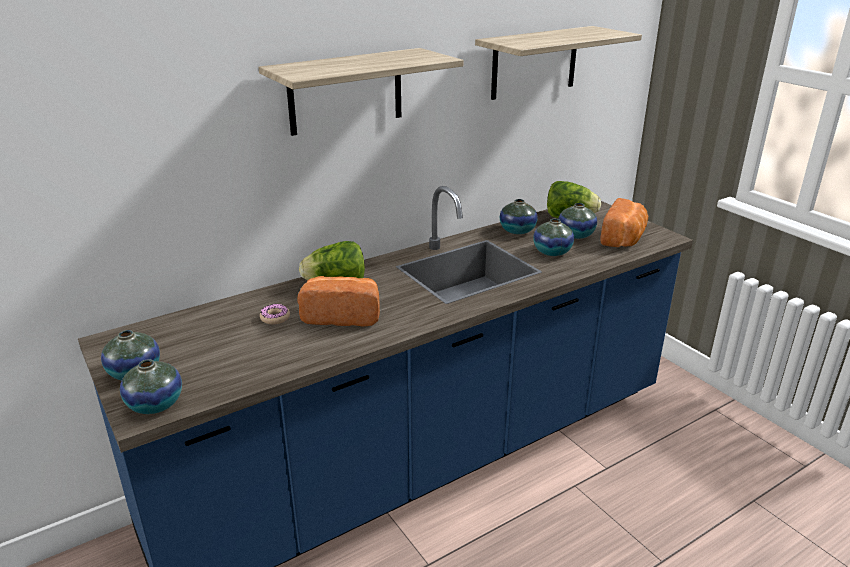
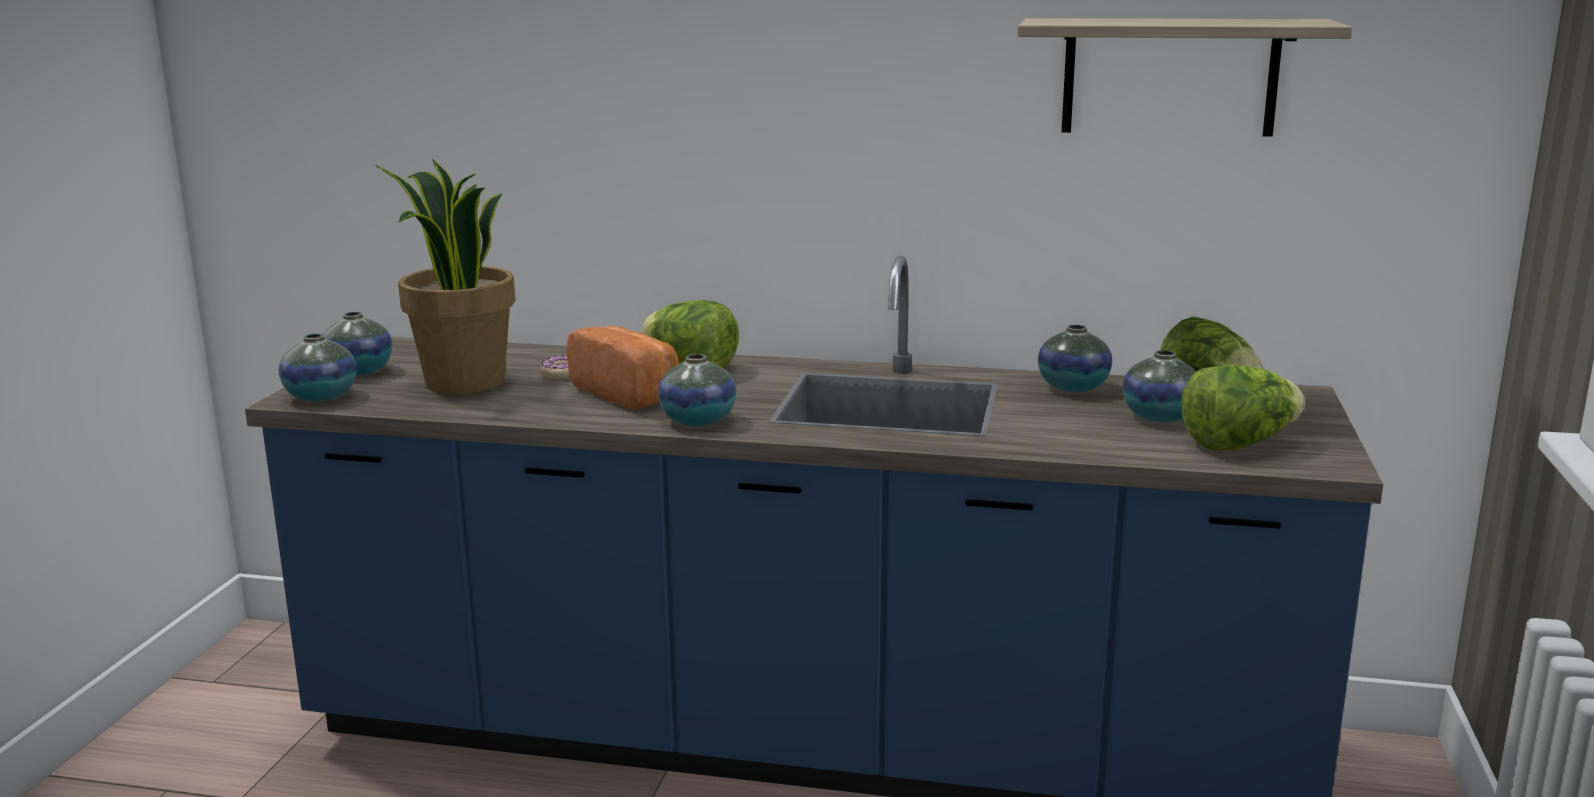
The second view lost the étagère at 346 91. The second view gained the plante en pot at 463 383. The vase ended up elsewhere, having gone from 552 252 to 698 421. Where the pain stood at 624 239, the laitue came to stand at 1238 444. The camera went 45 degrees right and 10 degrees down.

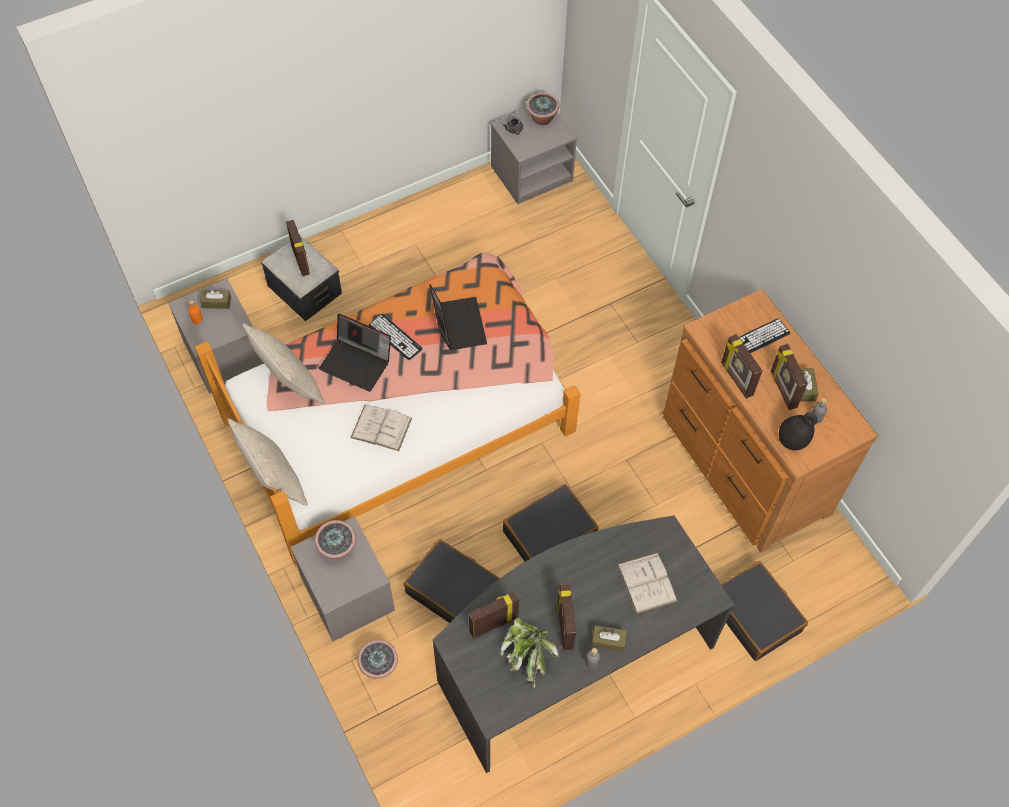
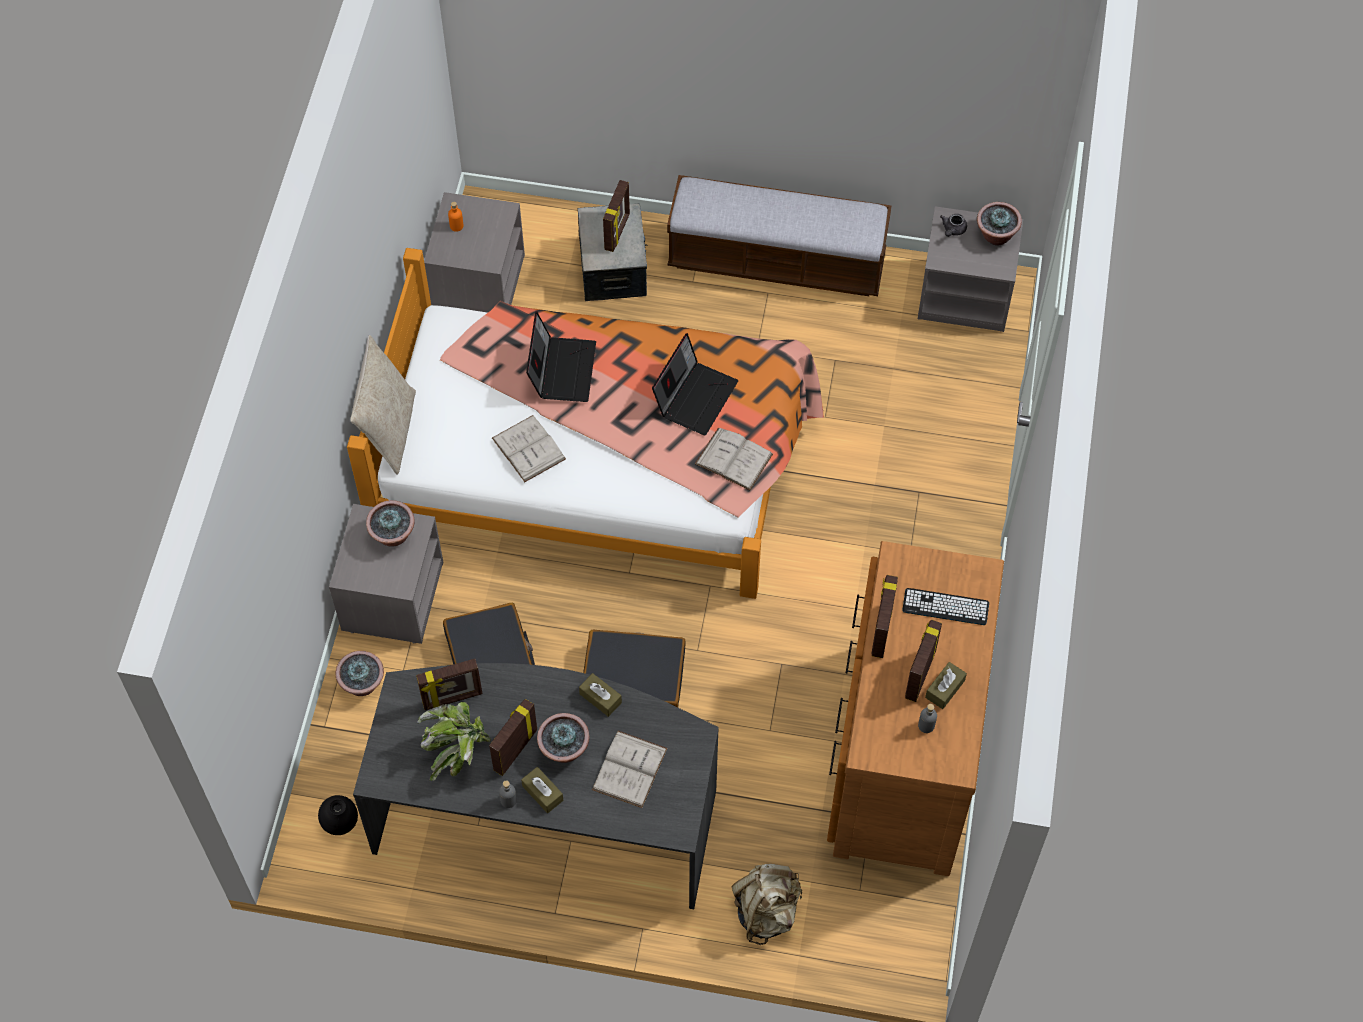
The second view lost the coussin (beige) at 289 384. The second view lost the clavier at 395 337. The second view gained the plante en pot at 564 750. The second view gained the banc at 777 261. The second view gained the livre (blanc) at 734 459. The boîte à mouchoirs (marron) ended up elsewhere, having gone from 216 302 to 600 698. The vase (noir) ended up elsewhere, having gone from 792 441 to 340 823. Where the valise (noir) stood at 755 615, the sac à dos (beige) came to stand at 766 911. The ordinateur portable at 357 363 ended up facing another way, 150 degrees counterclockwise from before. The cadre photo at 493 623 ended up facing another way, 150 degrees clockwise from before. The camera went 40 degrees right and 0 degrees up.

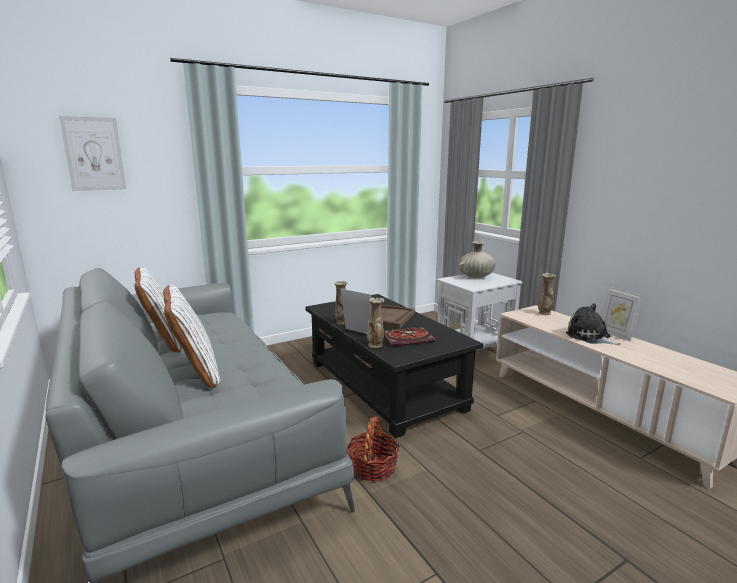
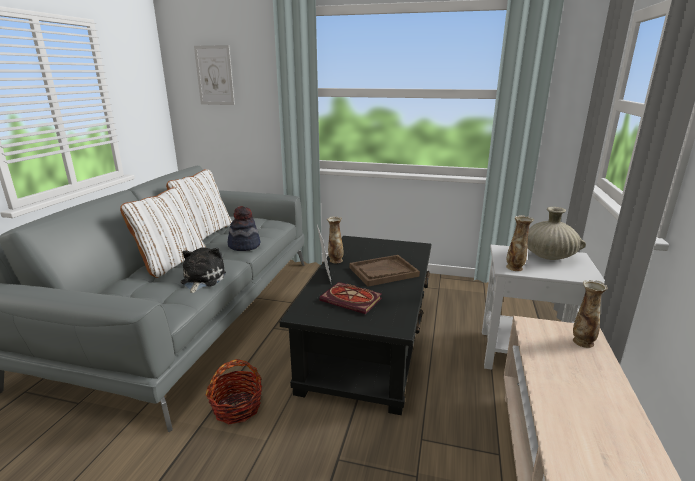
The second view lost the cadre photo at 615 334. The second view gained the chapeau at 244 245. The vase ended up elsewhere, having gone from 375 345 to 515 268. The peluche ended up elsewhere, having gone from 590 337 to 202 280. The camera went 45 degrees right and 5 degrees up.

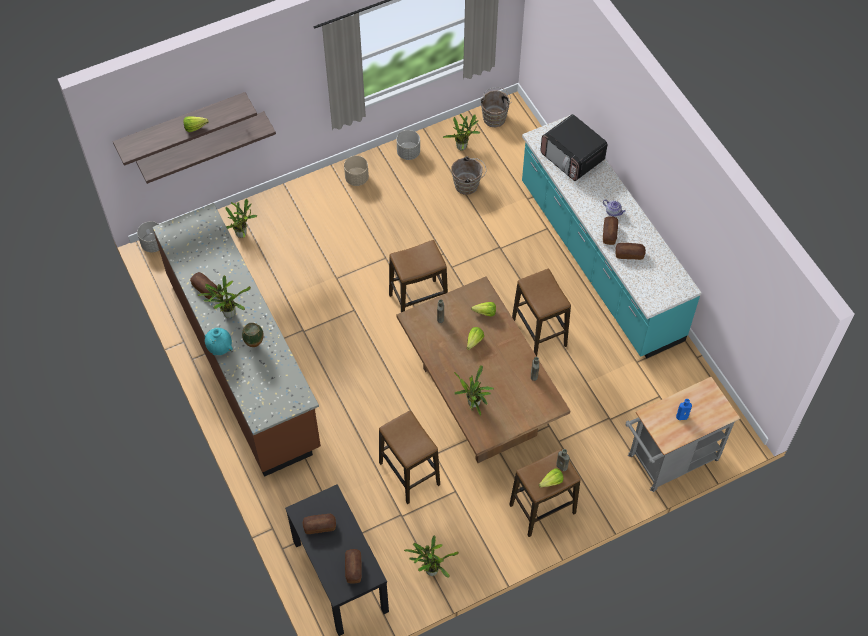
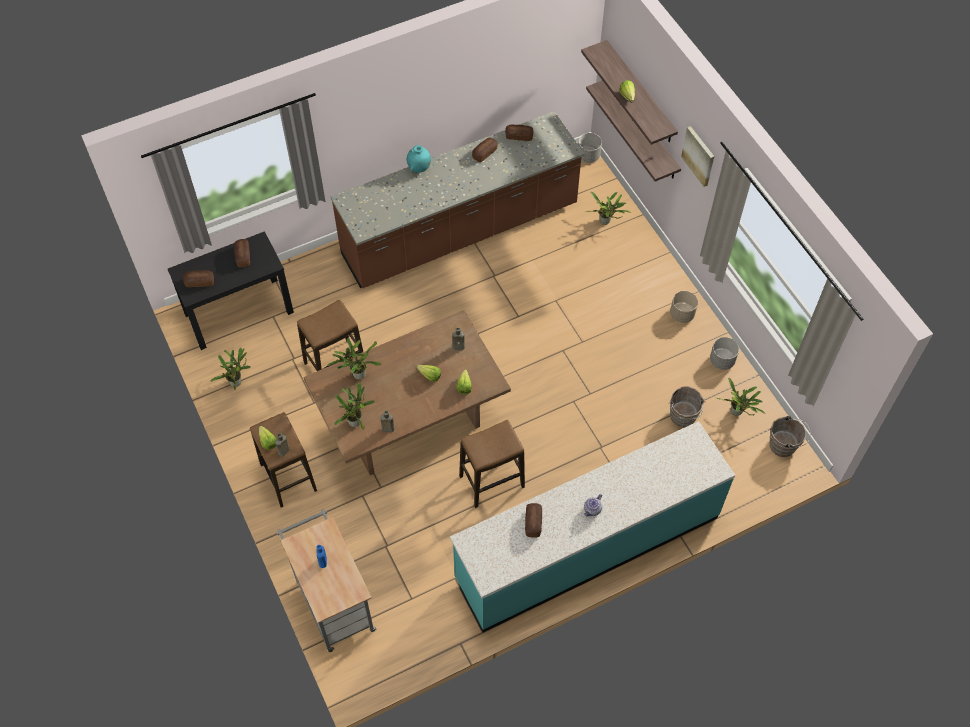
The second view lost the vase at 255 344. The second view lost the tabouret at 418 301. The second view lost the micro-ondes at 572 157. The second view gained the tableau at 699 156. The plante en pot ended up elsewhere, having gone from 228 312 to 356 421. The pain ended up elsewhere, having gone from 609 233 to 519 136. The camera went 90 degrees right and 0 degrees up.

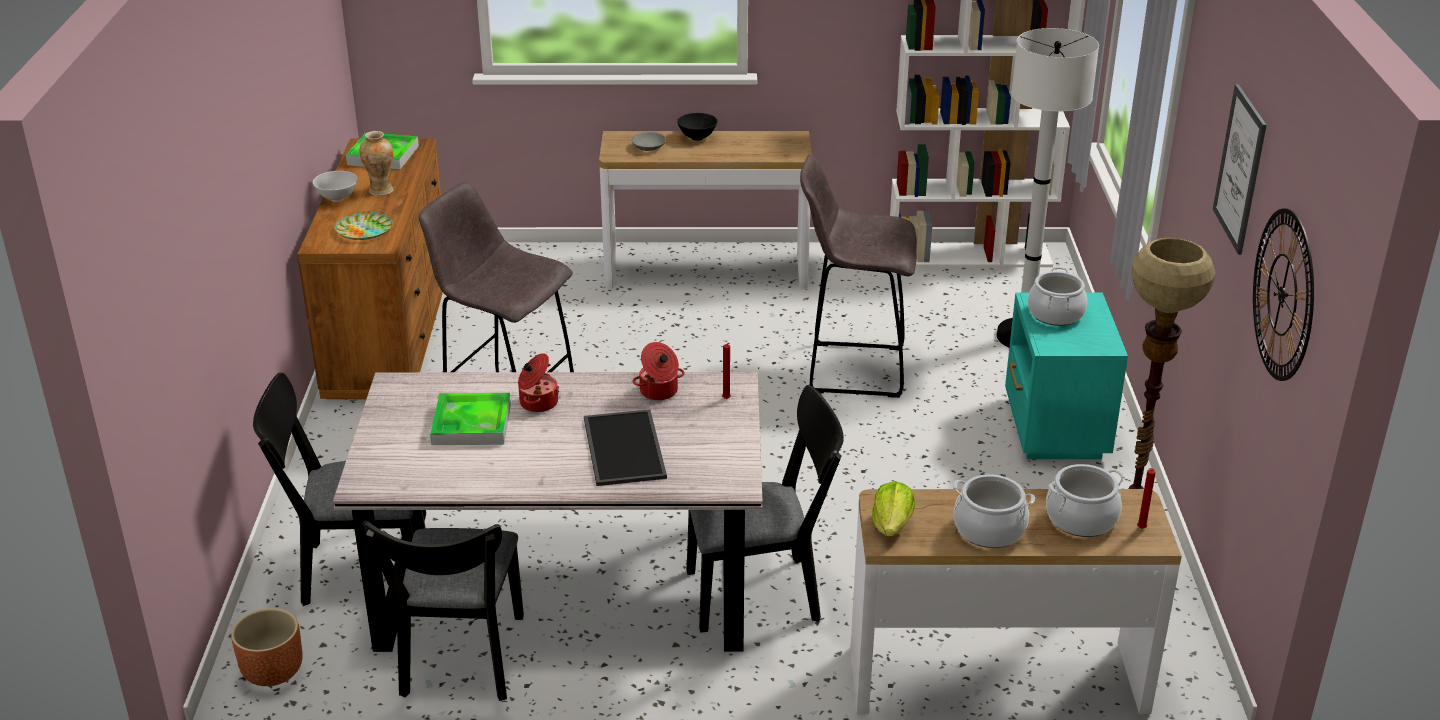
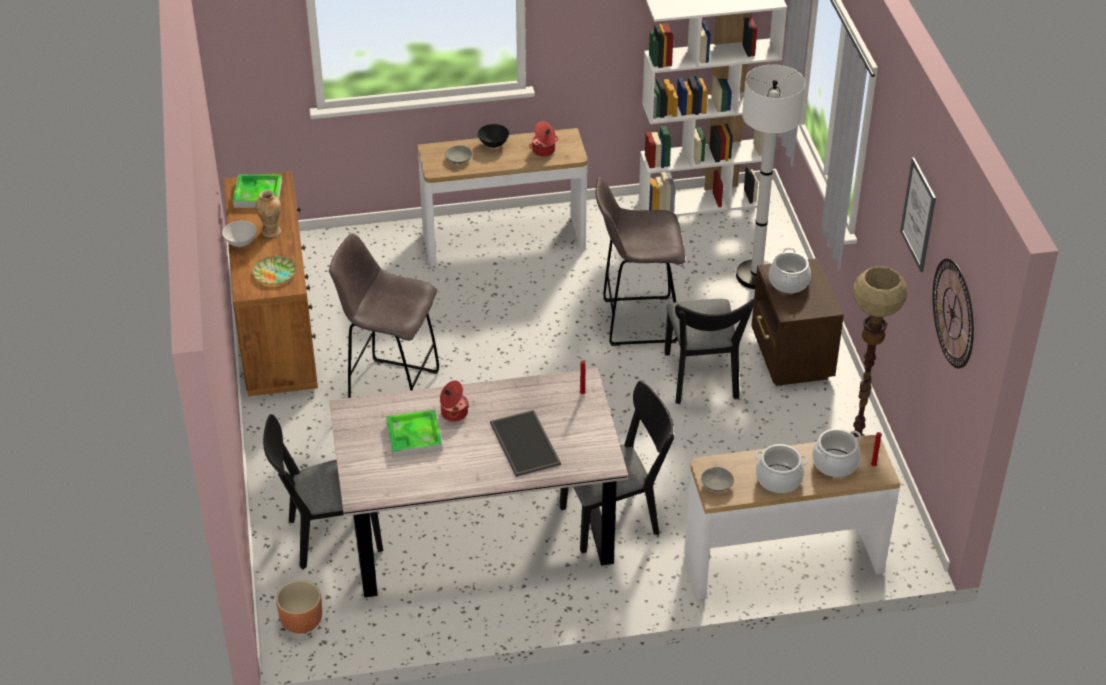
The chaise (noir) ended up elsewhere, having gone from 461 663 to 701 380. The marmite ended up elsewhere, having gone from 659 392 to 544 151. Where the laitue stood at 892 525, the bol (gris) came to stand at 717 484. What was the table de chevet (turquoise) at 1054 431 turned into the table de chevet (marron) at 790 359. The camera went 10 degrees left and 10 degrees up.

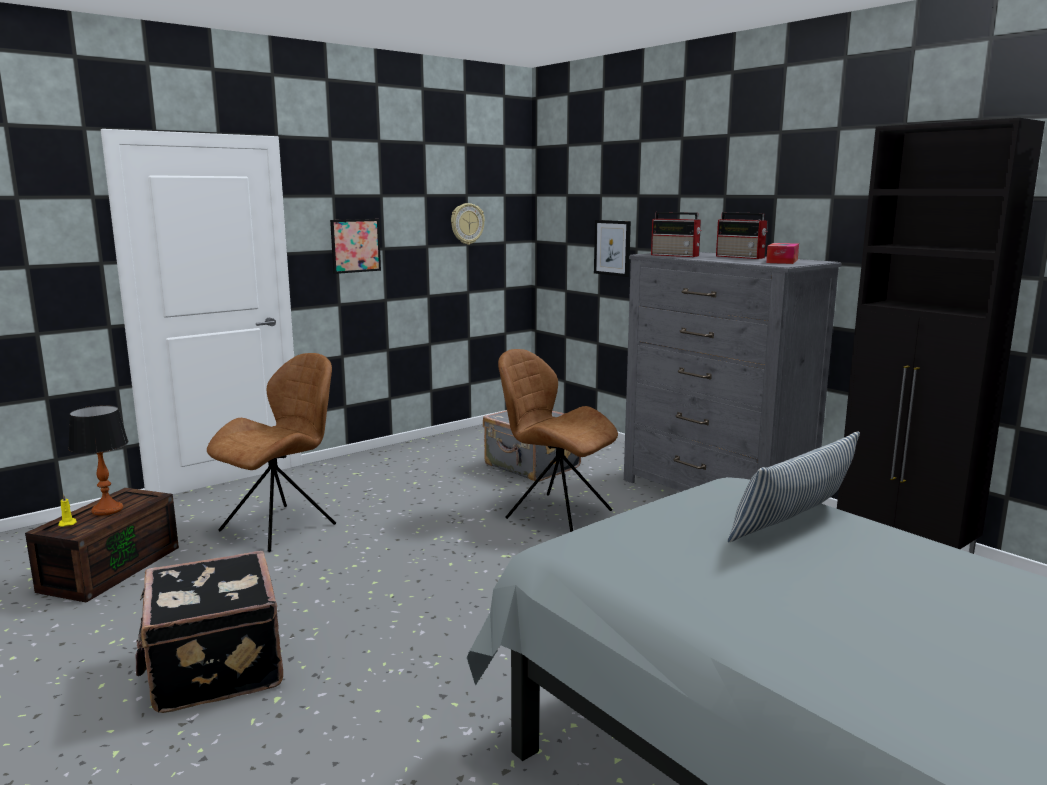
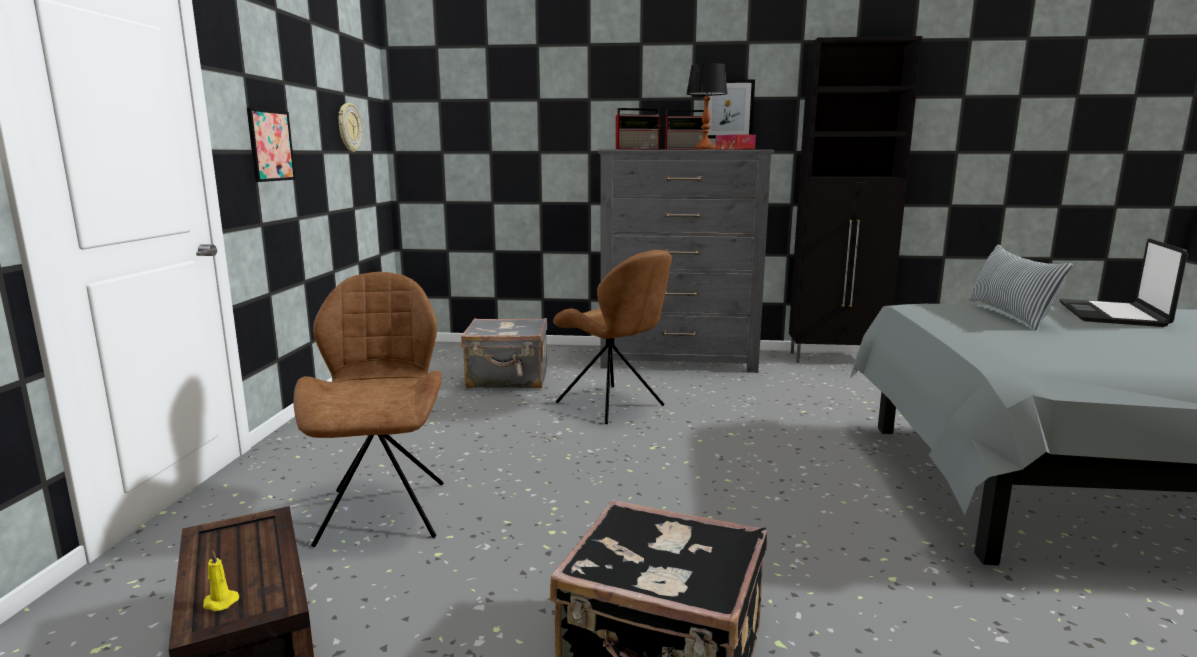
The second view gained the ordinateur portable at 1113 315. The lampe de table ended up elsewhere, having gone from 107 510 to 704 149. The tableau ended up elsewhere, having gone from 612 248 to 728 109. The chaise (marron) at 555 513 ended up facing another way, 120 degrees counterclockwise from before. The camera went 45 degrees left and 0 degrees up.

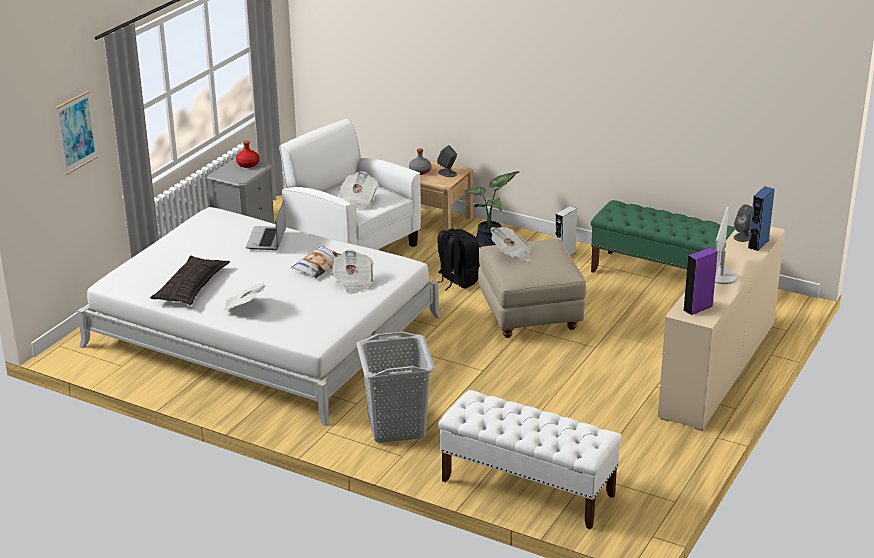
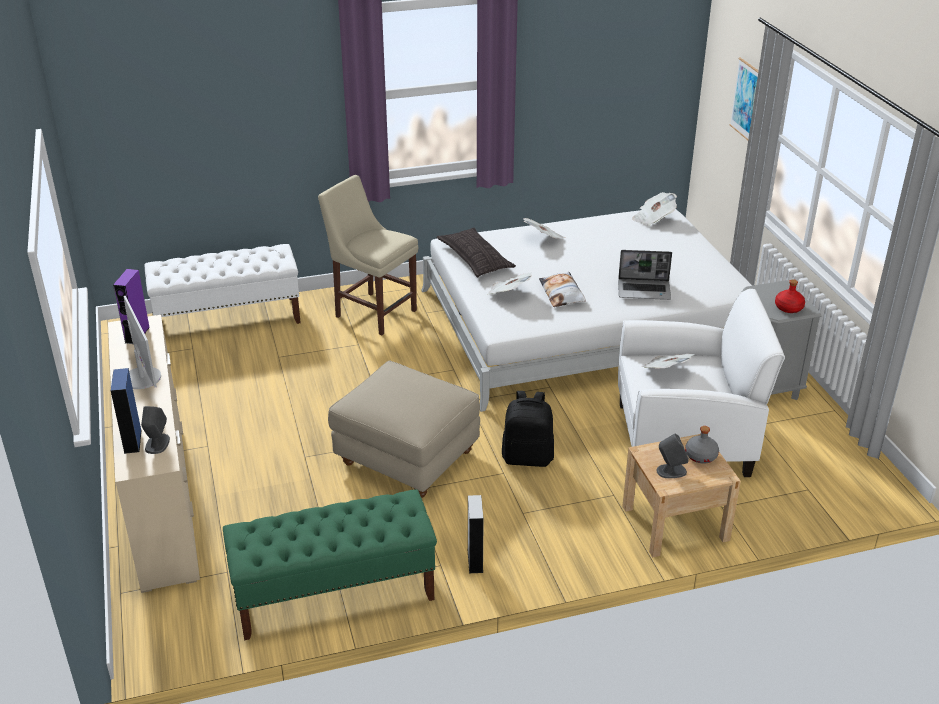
The second view lost the plante en pot at 491 245. The coussin ended up elsewhere, having gone from 191 286 to 475 258. The journal ended up elsewhere, having gone from 511 254 to 653 219. Where the panier à linge (gris) stood at 396 427, the chaise (beige) came to stand at 373 312. The ordinateur portable at 267 240 ended up facing another way, 135 degrees clockwise from before. The camera went 135 degrees right and 5 degrees up.

